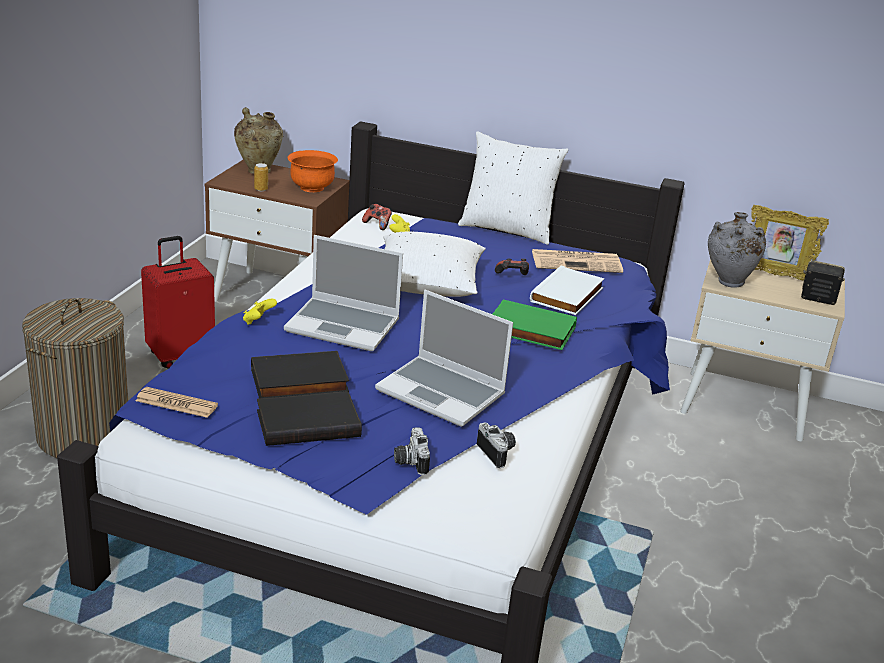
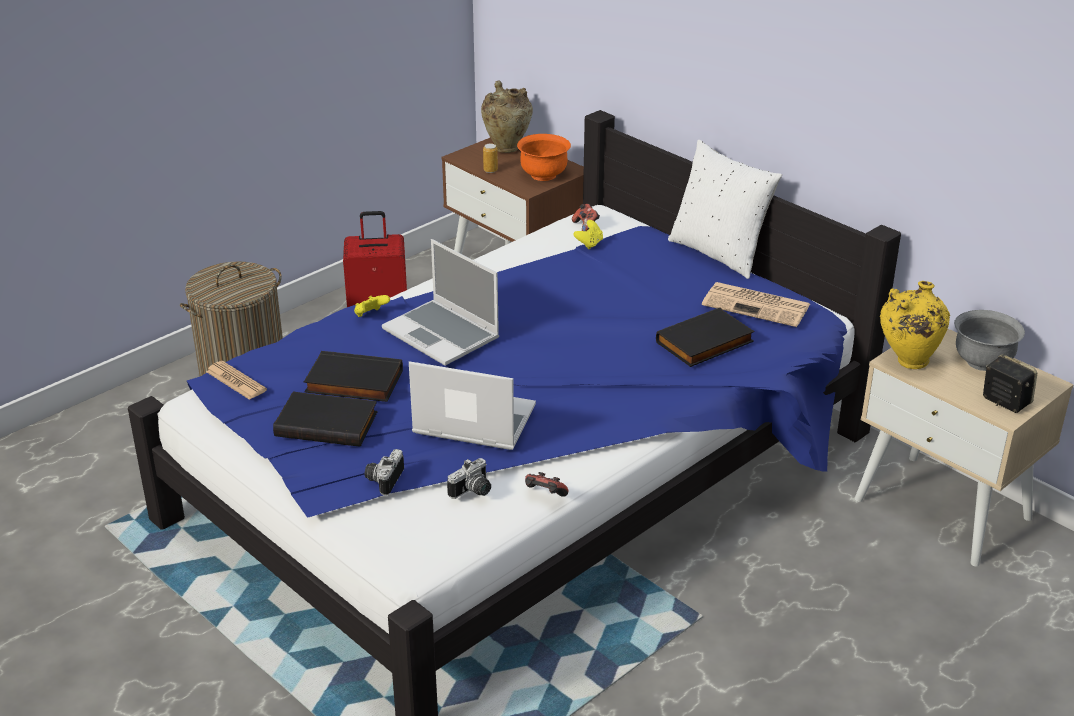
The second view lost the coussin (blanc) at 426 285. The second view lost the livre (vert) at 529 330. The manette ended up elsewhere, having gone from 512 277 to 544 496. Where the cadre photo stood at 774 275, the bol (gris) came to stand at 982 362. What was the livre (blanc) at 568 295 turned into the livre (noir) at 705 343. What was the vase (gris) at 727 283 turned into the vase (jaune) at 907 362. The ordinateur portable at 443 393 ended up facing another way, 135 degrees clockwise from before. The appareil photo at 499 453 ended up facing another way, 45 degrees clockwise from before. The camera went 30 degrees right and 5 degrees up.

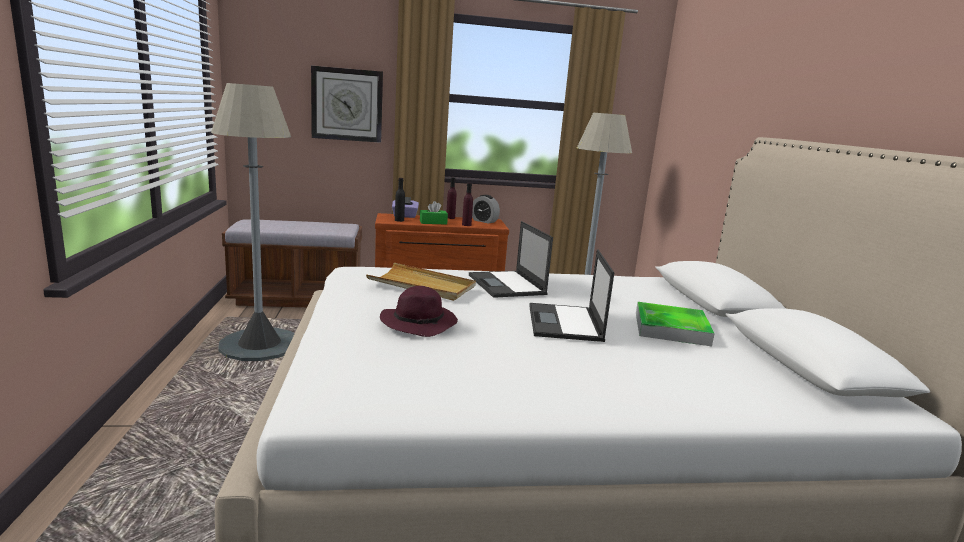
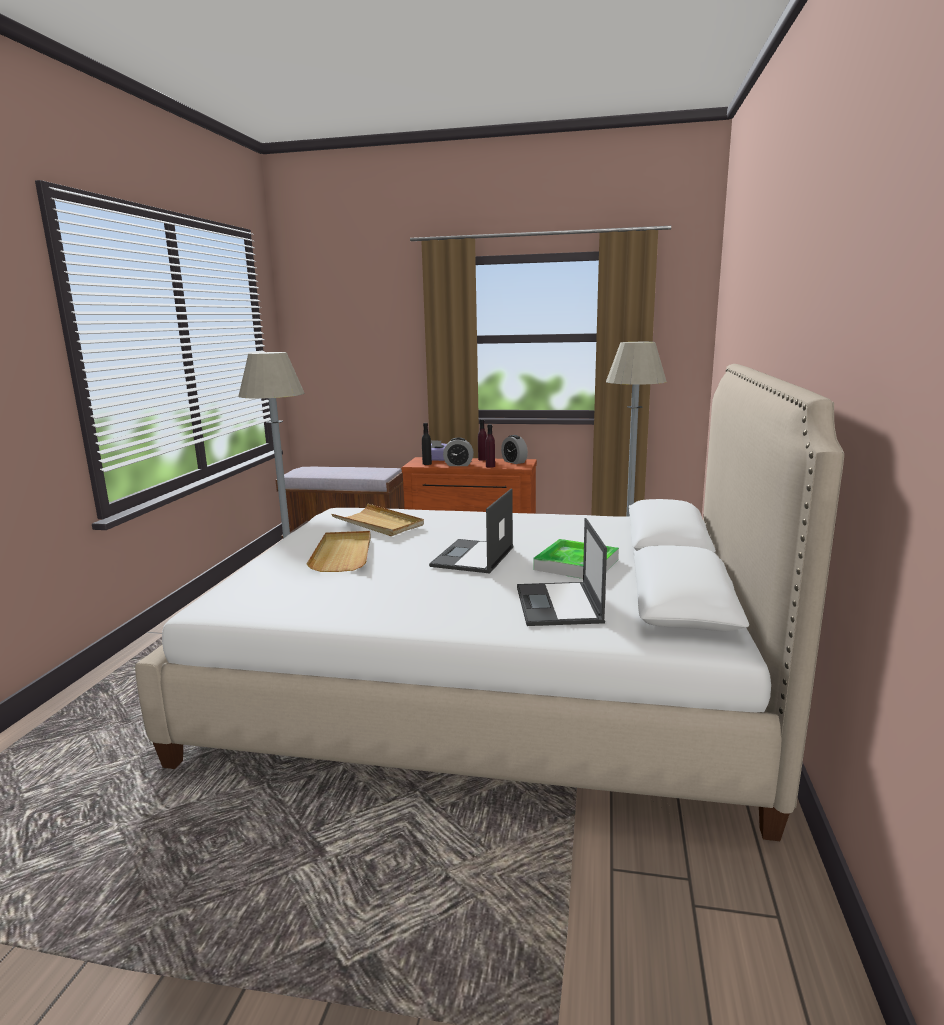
The second view lost the horloge murale at 347 105. The ordinateur portable ended up elsewhere, having gone from 507 285 to 559 605. Where the chapeau (violet) stood at 420 323, the plateau (beige) came to stand at 343 554. Where the boîte à mouchoirs (vert) stood at 433 222, the réveil came to stand at 458 465. The camera went 20 degrees right and 0 degrees up.

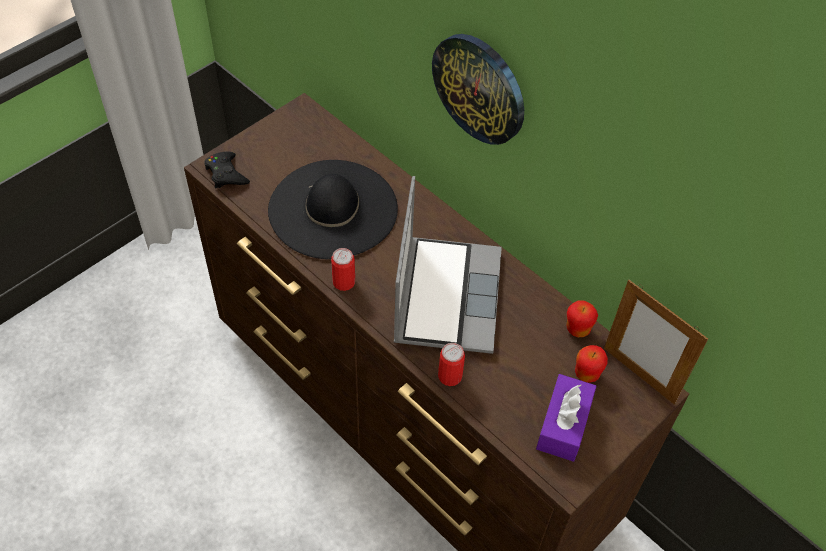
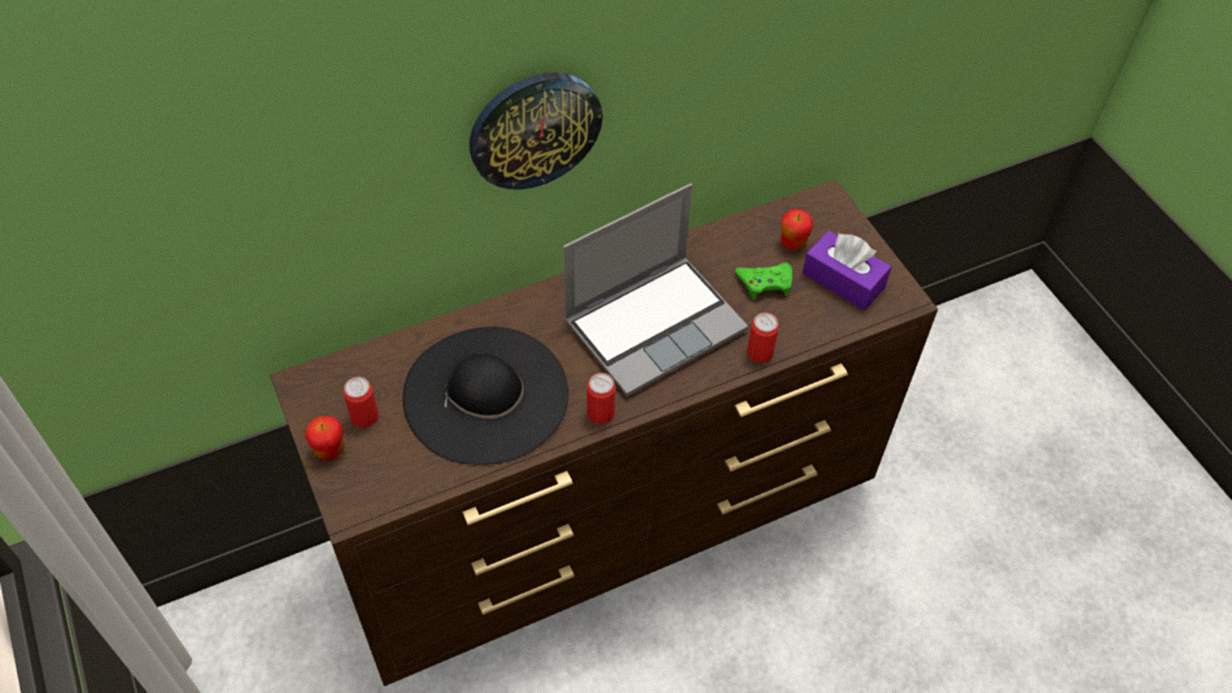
The second view lost the manette (noir) at 226 174. The second view lost the cadre photo at 639 375. The second view gained the boîte métallique at 364 417. The second view gained the manette (vert) at 765 283. The pomme ended up elsewhere, having gone from 577 329 to 329 450. The ordinateur portable at 446 295 ended up facing another way, 120 degrees clockwise from before. The camera went 70 degrees left and 0 degrees up.

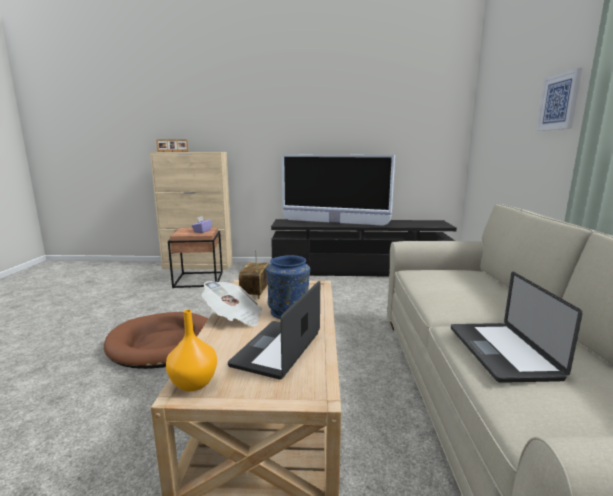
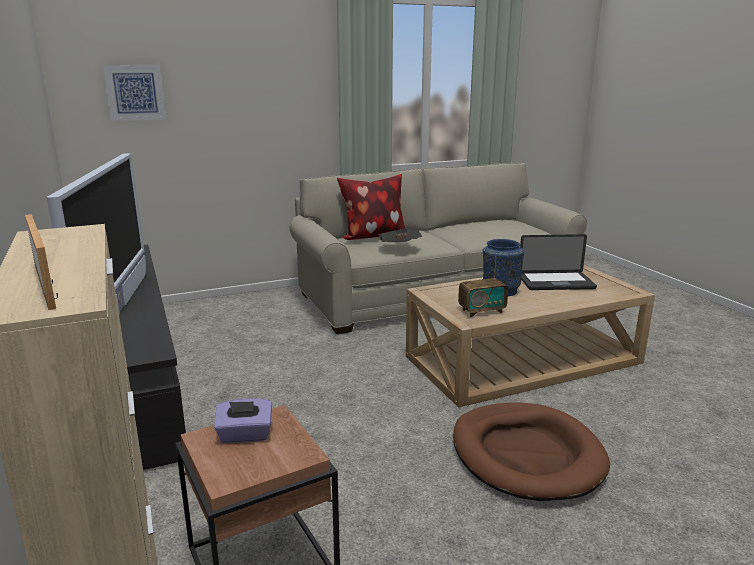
The second view lost the vase (orange) at 192 384. The second view lost the ordinateur portable at 501 352. The second view gained the coussin at 373 236. The journal ended up elsewhere, having gone from 234 317 to 399 248. The tableau ended up elsewhere, having gone from 559 102 to 135 92. The camera went 115 degrees left and 5 degrees up.

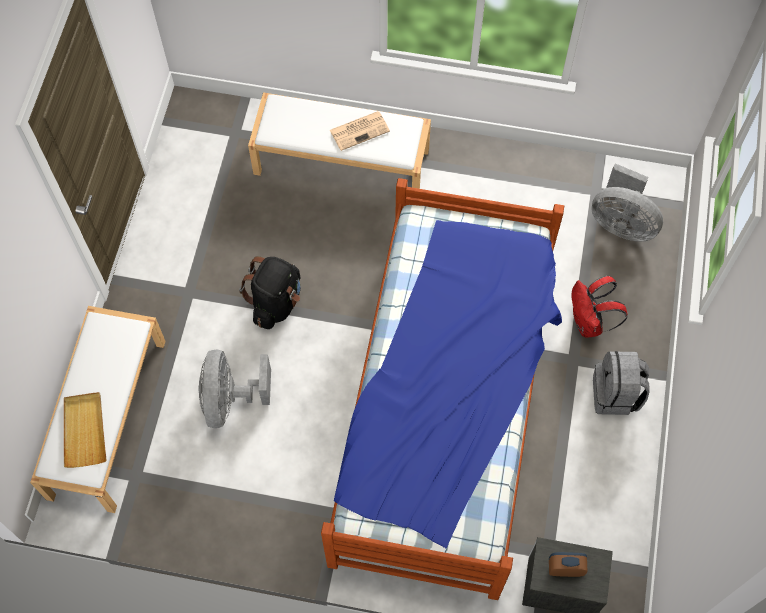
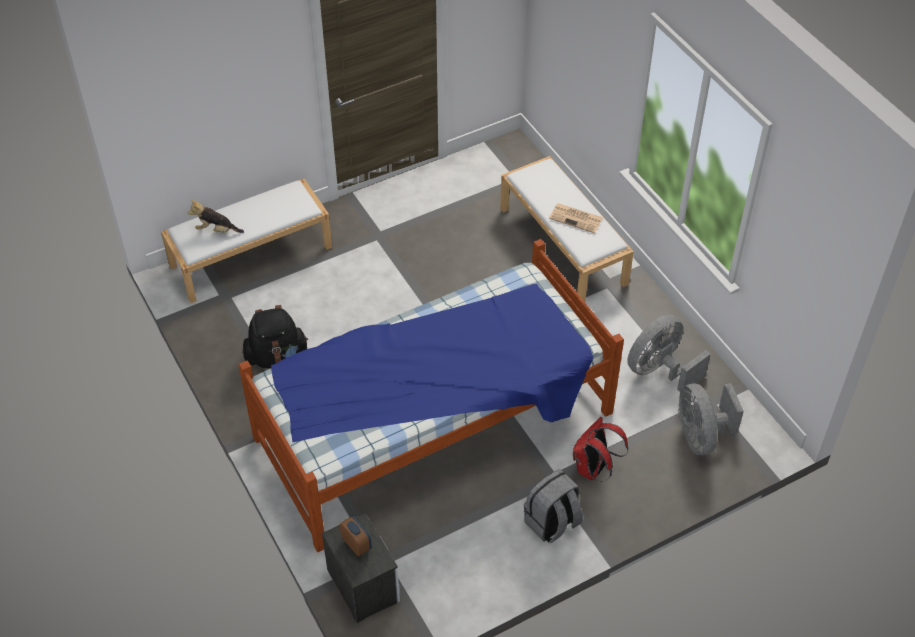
The ventilateur (gris) ended up elsewhere, having gone from 230 399 to 660 370. The sac à dos (noir) ended up elsewhere, having gone from 276 302 to 276 356. Where the plateau (beige) stood at 84 430, the peluche came to stand at 216 230. The camera went 50 degrees right and 15 degrees down.

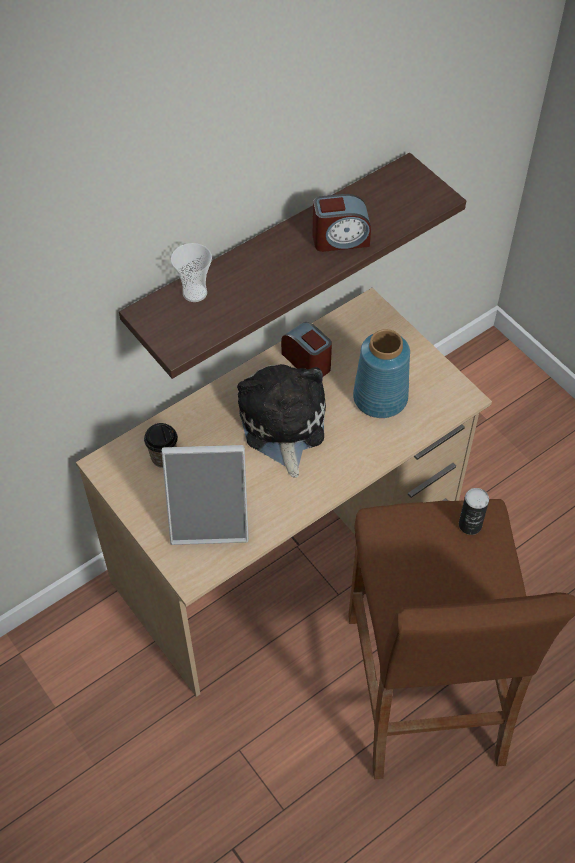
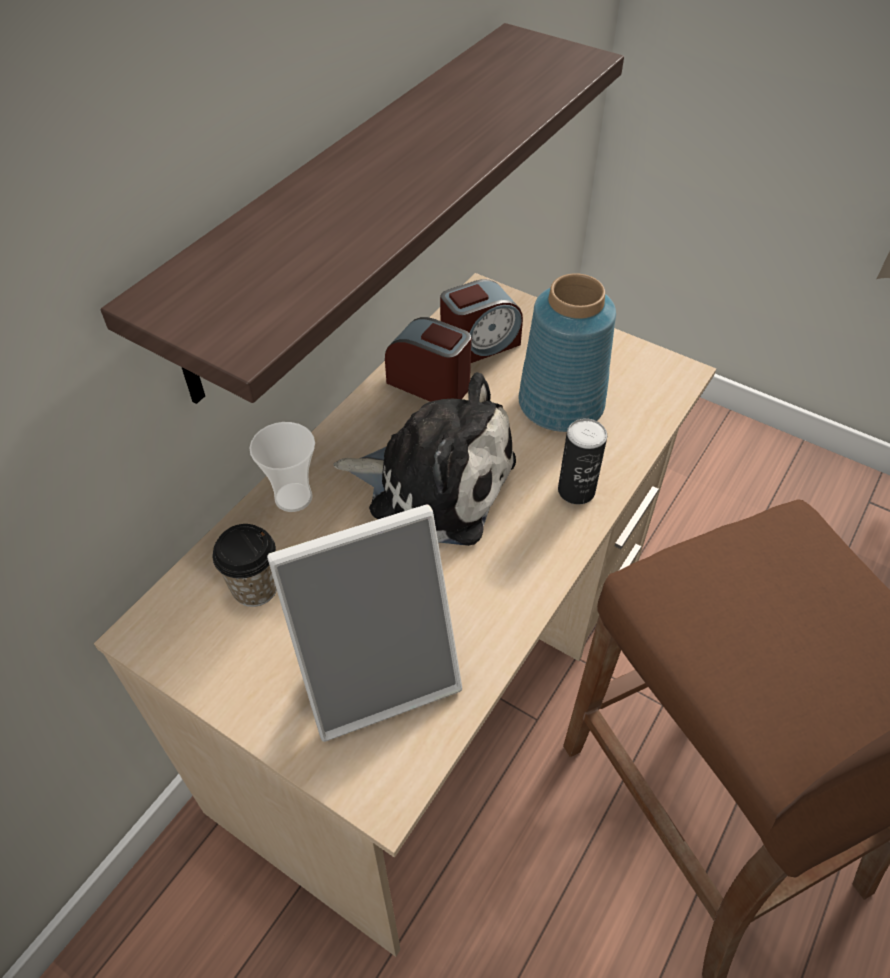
The tasse ended up elsewhere, having gone from 195 293 to 293 497. The réveil ended up elsewhere, having gone from 340 239 to 479 345. The boîte métallique ended up elsewhere, having gone from 470 525 to 576 490. The peluche at 282 426 ended up facing another way, 135 degrees clockwise from before. The camera went 20 degrees left and 5 degrees down.

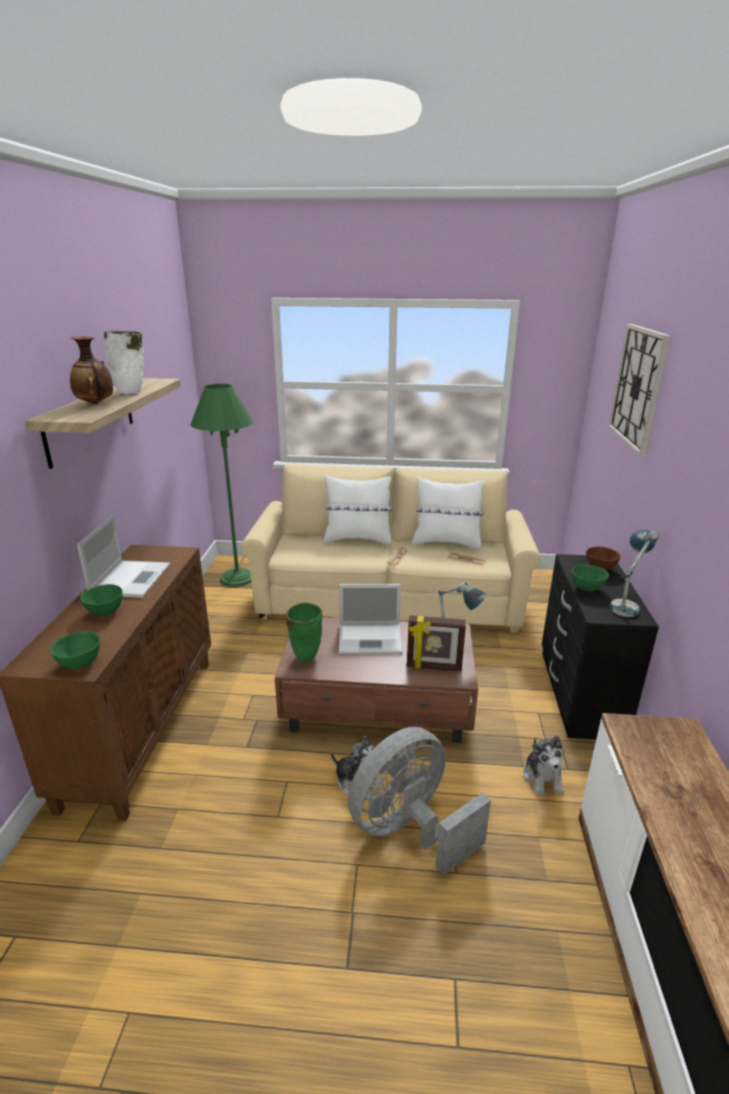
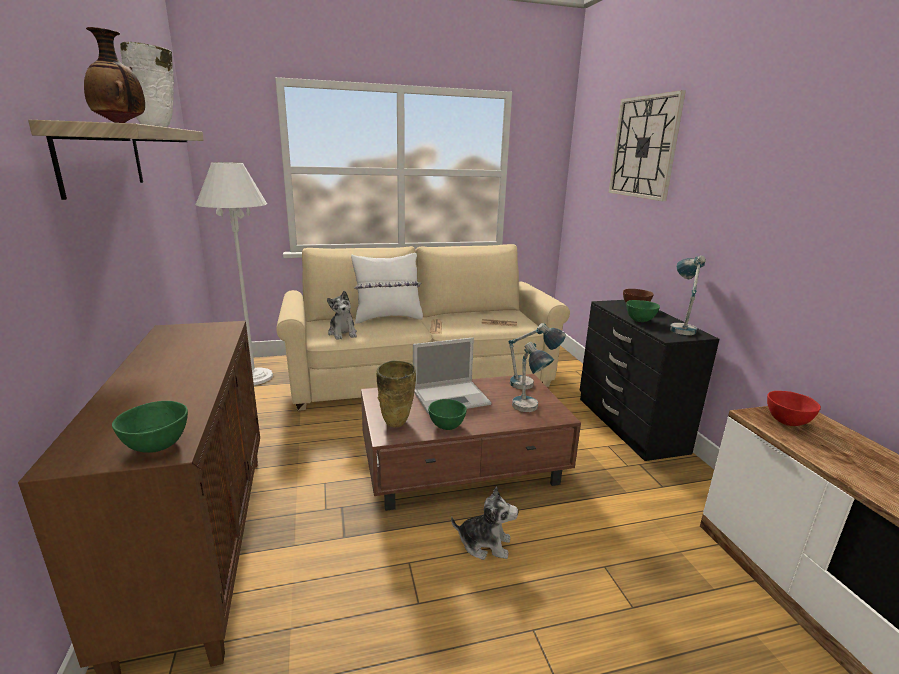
The second view lost the ordinateur portable at 131 578. The second view lost the ventilateur (gris) at 409 829. The second view lost the coussin (blanc) at 446 543. The second view gained the bol (rouge) at 787 421. The bol (vert) ended up elsewhere, having gone from 105 612 to 446 426. The peluche ended up elsewhere, having gone from 543 778 to 343 333. Where the cadre photo stood at 434 667, the lampe de table came to stand at 528 411. What was the lampadaire (vert) at 237 578 turned into the lampadaire (blanc) at 253 377. What was the vase (vert) at 305 659 turned into the vase (beige) at 396 424. The camera went 20 degrees left and 5 degrees down.

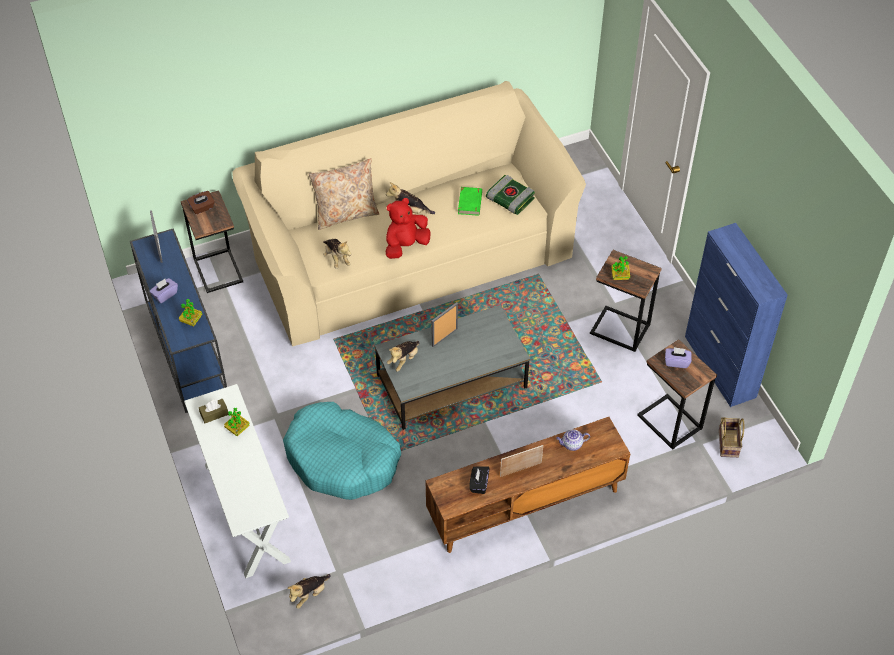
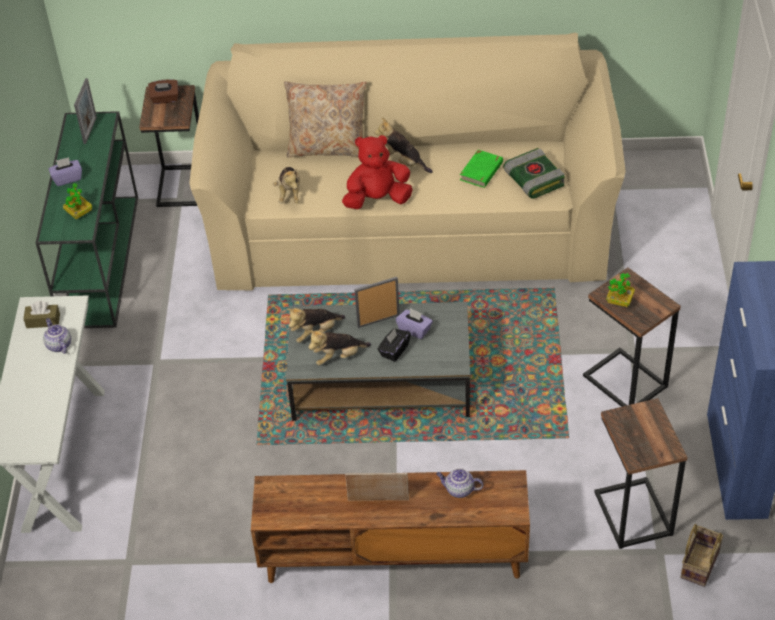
The second view lost the panier pour chien (turquoise) at 342 459. The peluche ended up elsewhere, having gone from 309 594 to 338 357. The boîte à mouchoirs (noir) ended up elsewhere, having gone from 479 484 to 394 351. The boîte à mouchoirs (violet) ended up elsewhere, having gone from 676 362 to 414 329. Where the plante en pot stood at 237 429, the théière came to stand at 58 345. What was the table console (bleu) at 185 348 turned into the table console (vert) at 100 259. The camera went 25 degrees right and 5 degrees down.

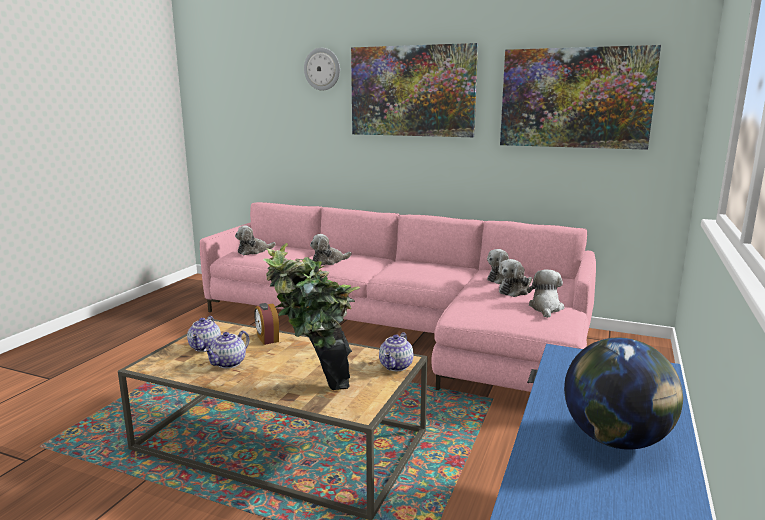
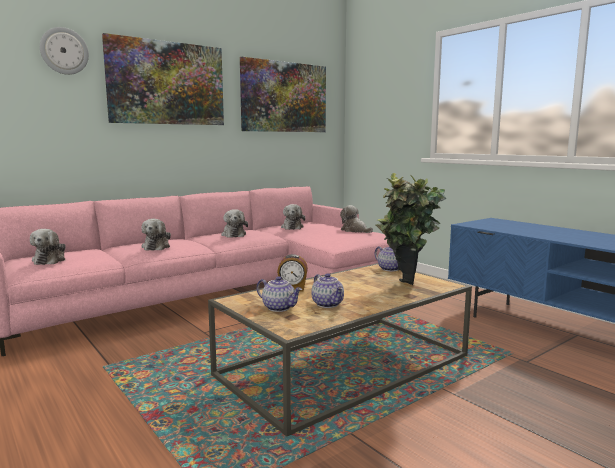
The second view lost the globe at 616 439. The peluche ended up elsewhere, having gone from 515 290 to 233 234. The camera went 60 degrees left and 5 degrees down.

